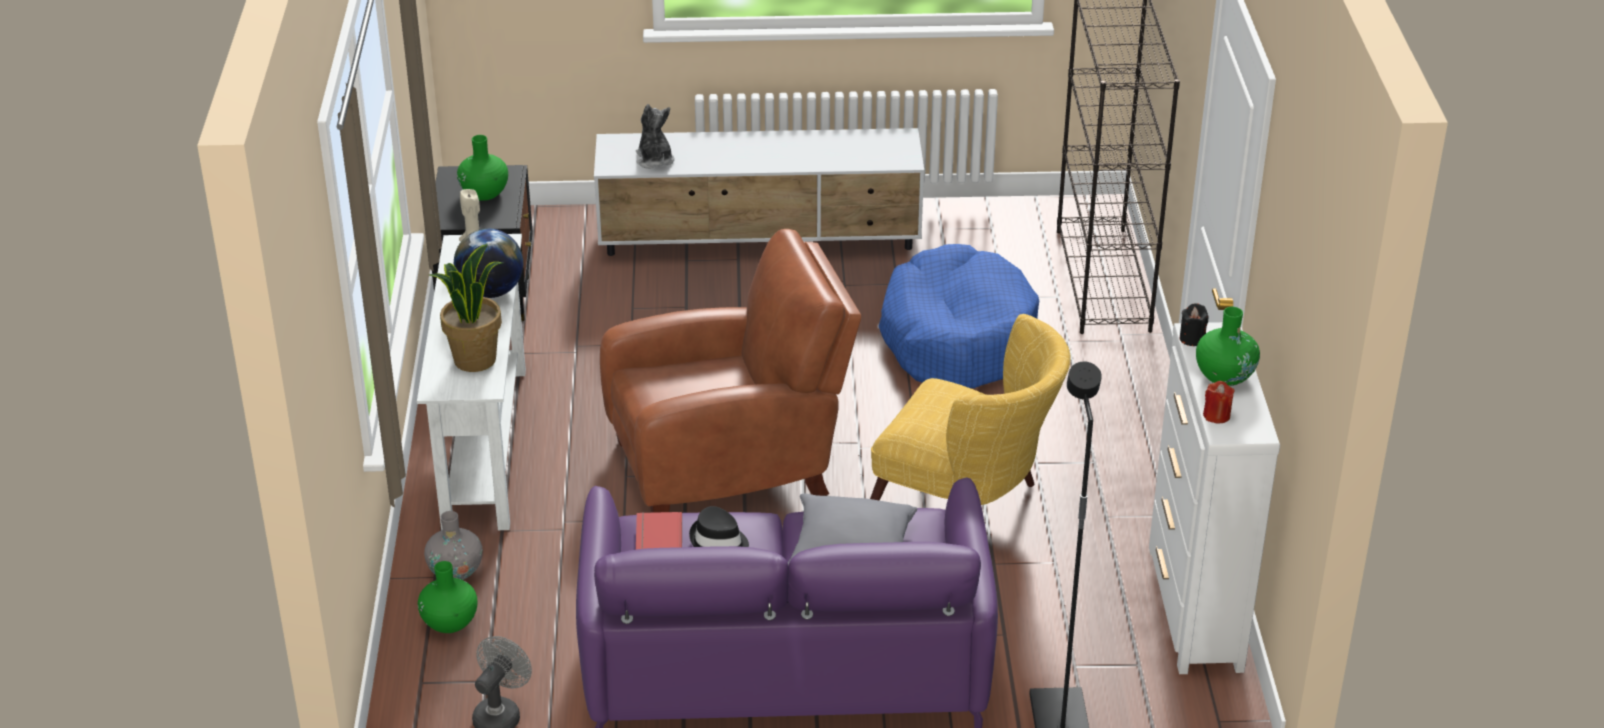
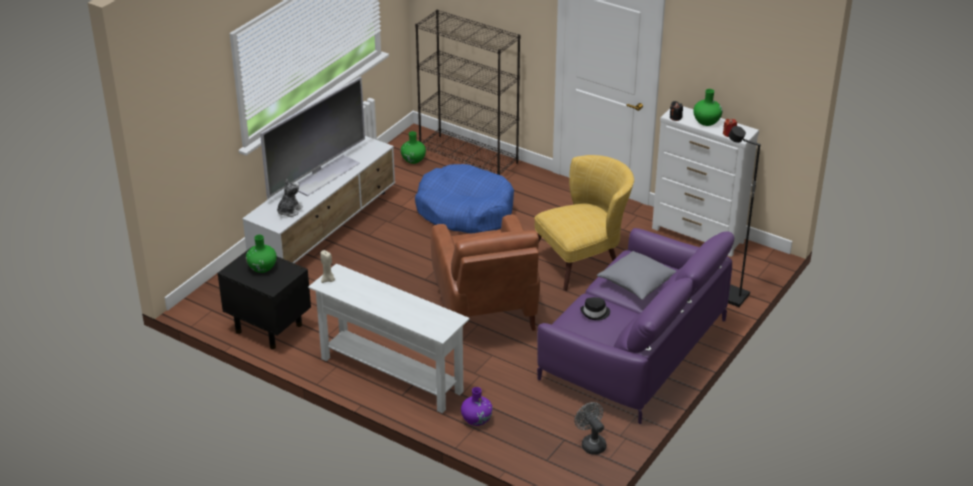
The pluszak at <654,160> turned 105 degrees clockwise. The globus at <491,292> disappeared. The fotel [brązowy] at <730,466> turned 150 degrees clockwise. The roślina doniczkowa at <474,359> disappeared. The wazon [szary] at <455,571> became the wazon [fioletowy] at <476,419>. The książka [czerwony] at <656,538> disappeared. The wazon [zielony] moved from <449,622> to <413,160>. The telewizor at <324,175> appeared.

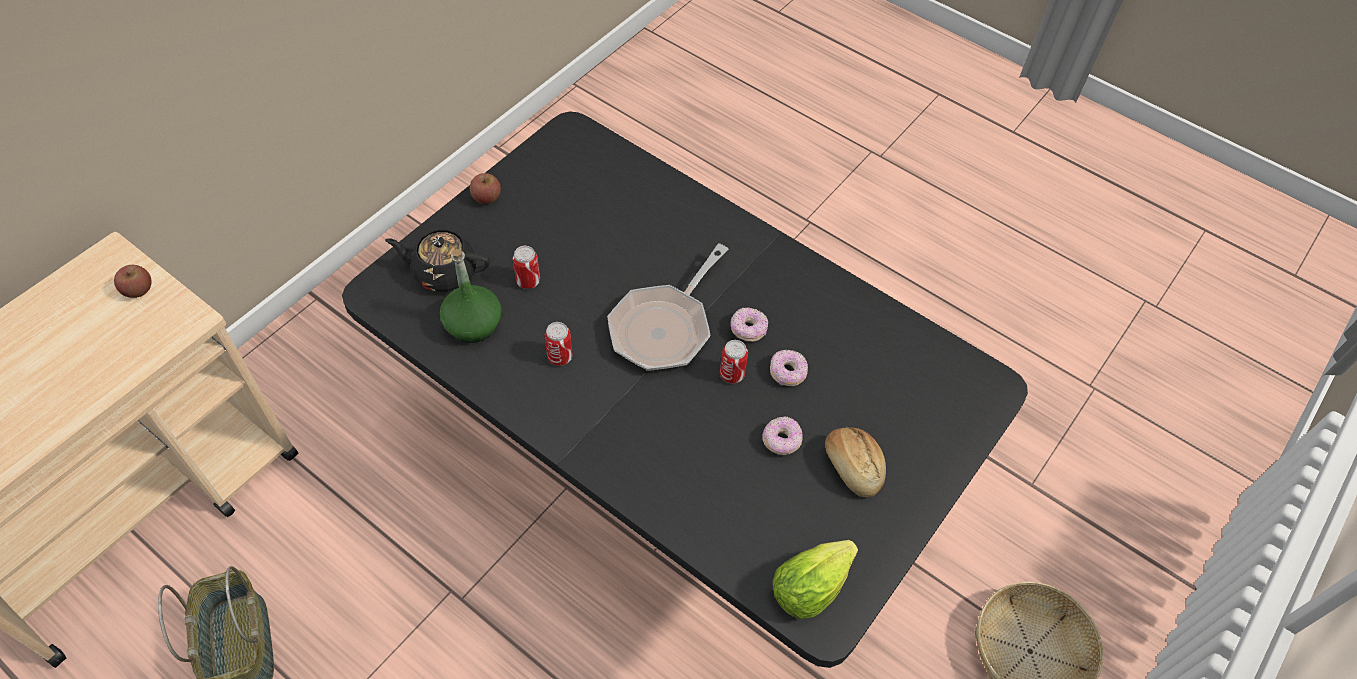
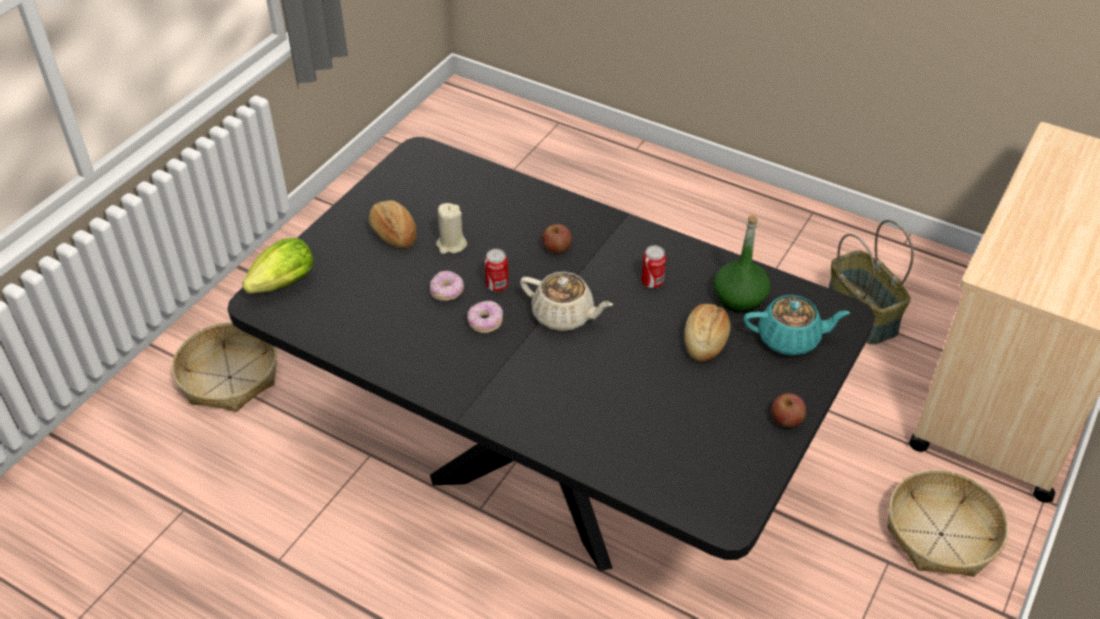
The imbryk [czarny] at <444,272> became the imbryk [turkusowy] at <790,339>. The patelnia at <664,327> was replaced by the imbryk [beżowy] at <564,316>. The puszka at <528,281> was replaced by the chleb at <706,340>. The jabłko moved from <138,290> to <557,248>. The donut at <781,440> was replaced by the świeca [beżowy] at <451,244>. The sałata moved from <814,584> to <280,286>. The koszyk at <941,534> appeared.

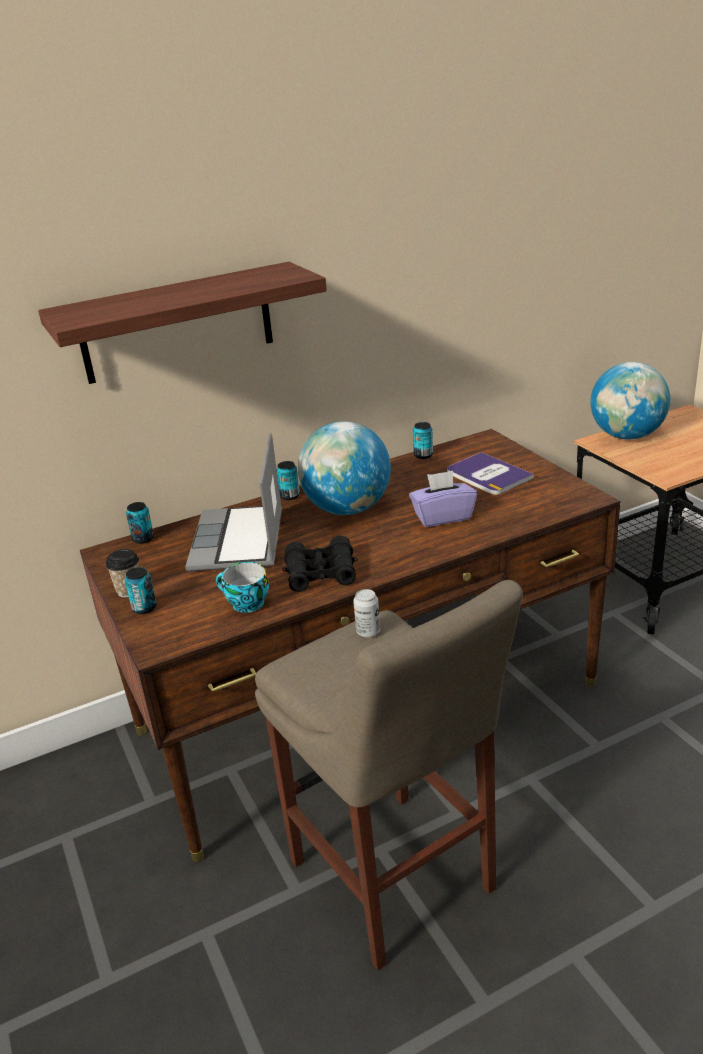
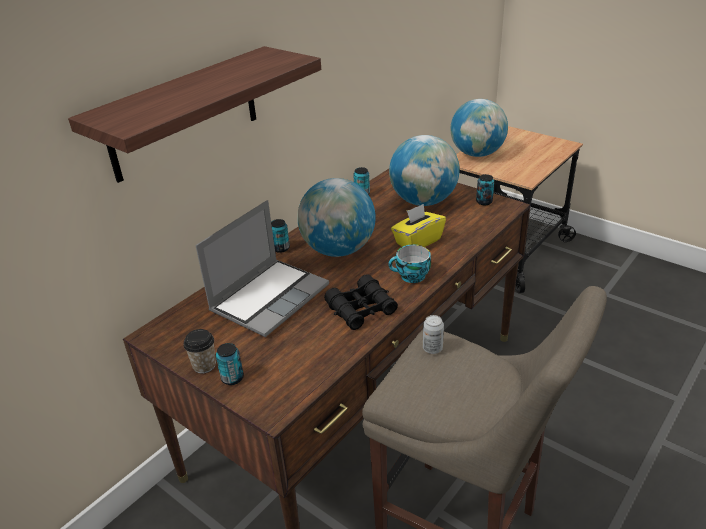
The laptop at <239,541> turned 120 degrees counterclockwise. The książka at <488,475> was replaced by the globus at <423,201>. The pudełko chusteczek [fioletowy] at <442,517> became the pudełko chusteczek [żółty] at <417,241>. The puszka moved from <143,539> to <484,202>. The filiżanka moved from <245,604> to <411,277>.

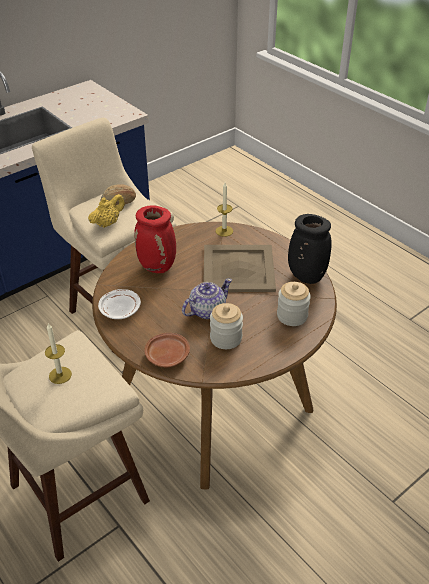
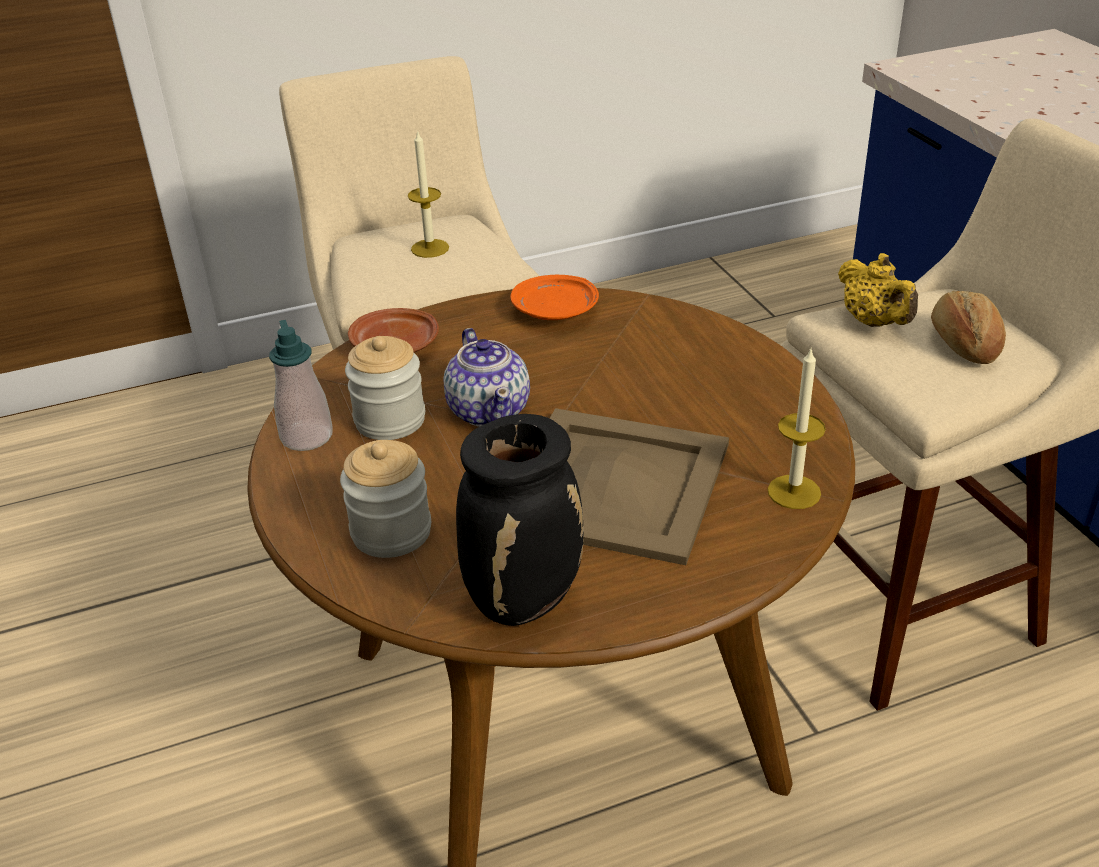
The wazon [czerwony] at <158,267> disappeared. The talerz [biały] at <120,309> became the talerz [pomarańczowy] at <556,311>. The dozownik mydła at <307,437> appeared.

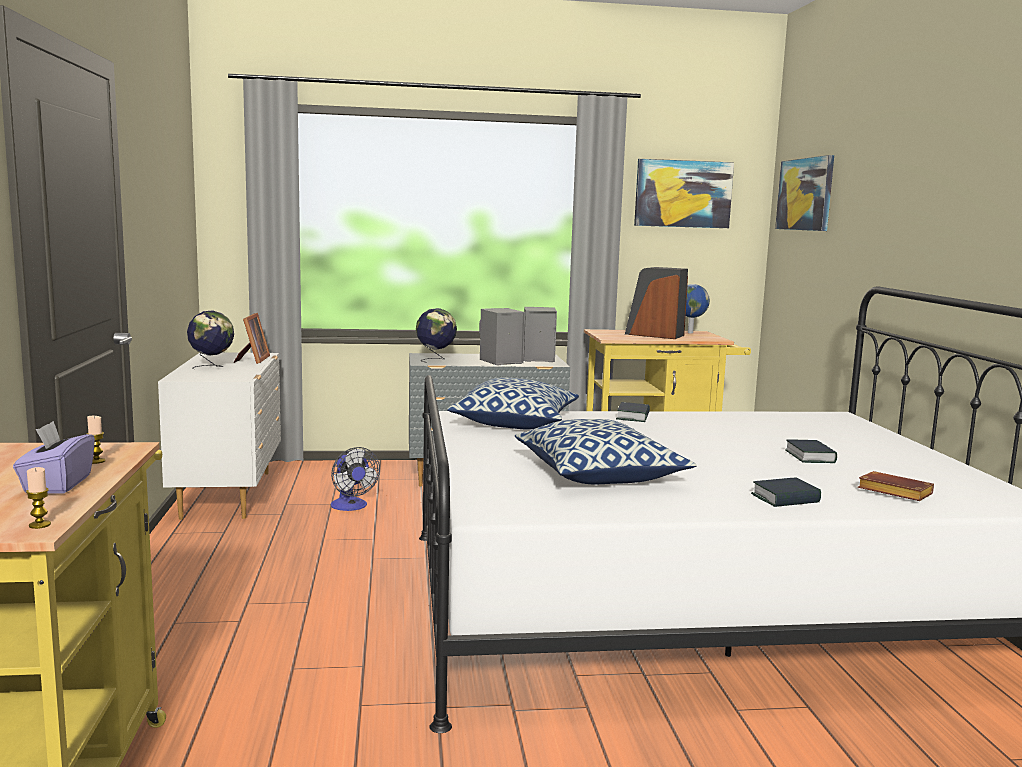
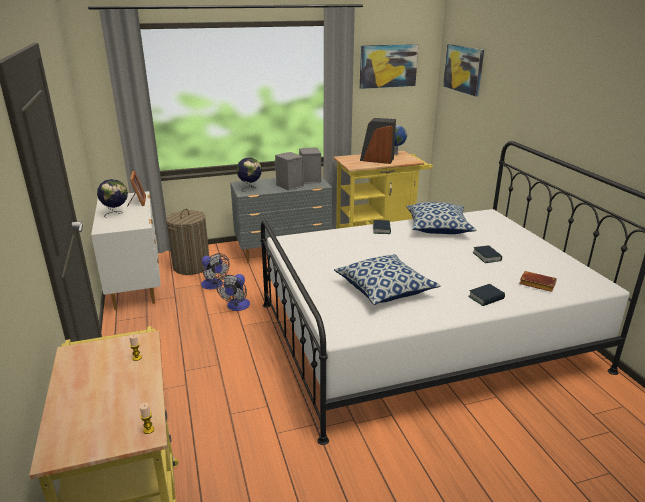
The poduszka moved from <515,423> to <438,228>. The pudełko chusteczek [fioletowy] at <57,484> disappeared. The kosz na pranie at <191,266> appeared. The wentylator at <237,307> appeared.

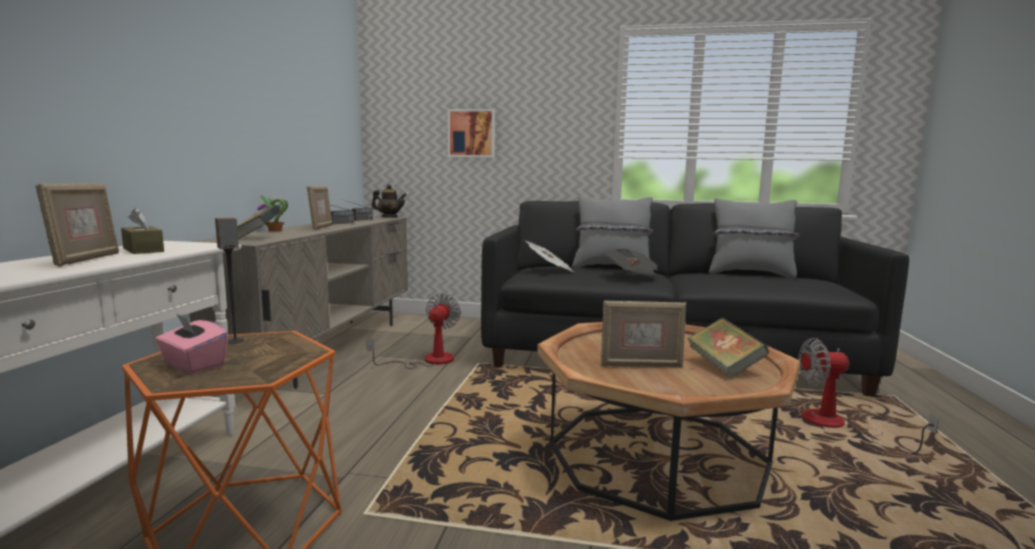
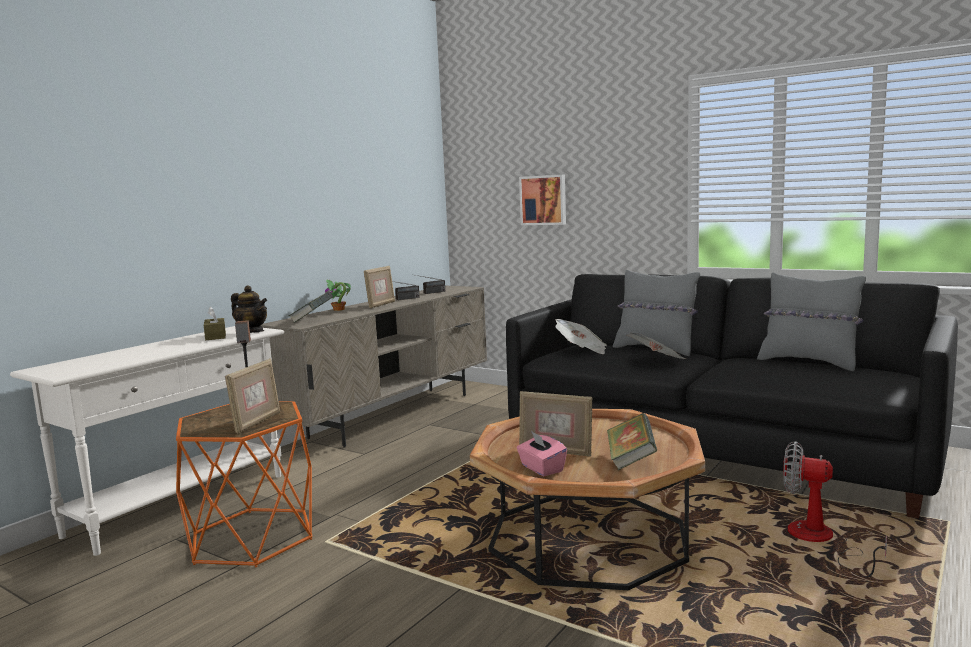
The ramka na zdjęcie moved from <85,259> to <256,422>. The imbryk moved from <389,217> to <252,331>. The wentylator at <428,361> disappeared. The pudełko chusteczek [różowy] moved from <193,365> to <541,468>.

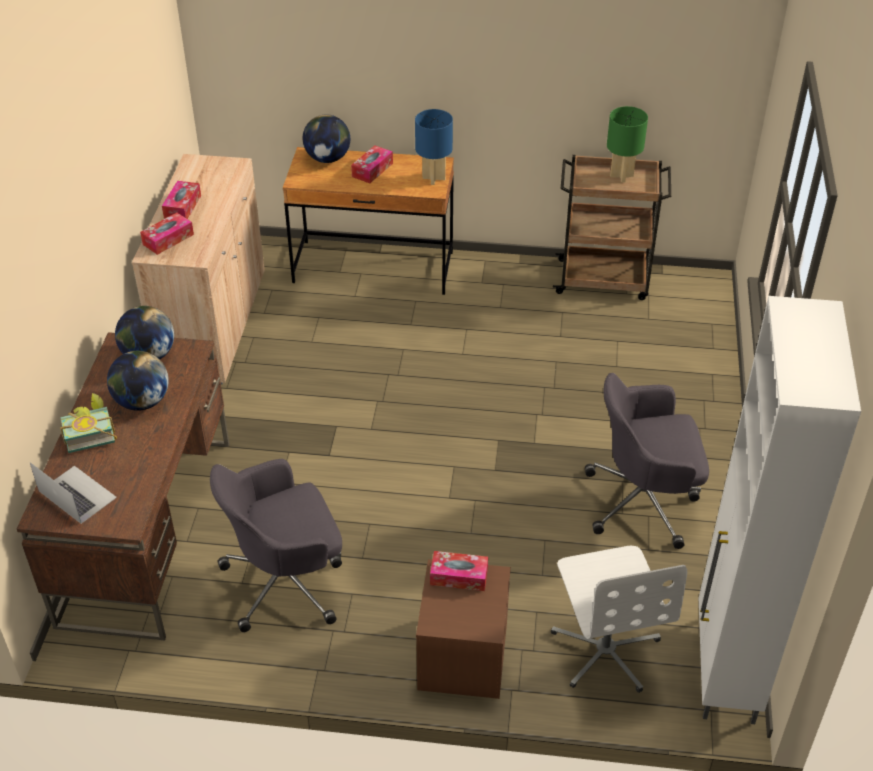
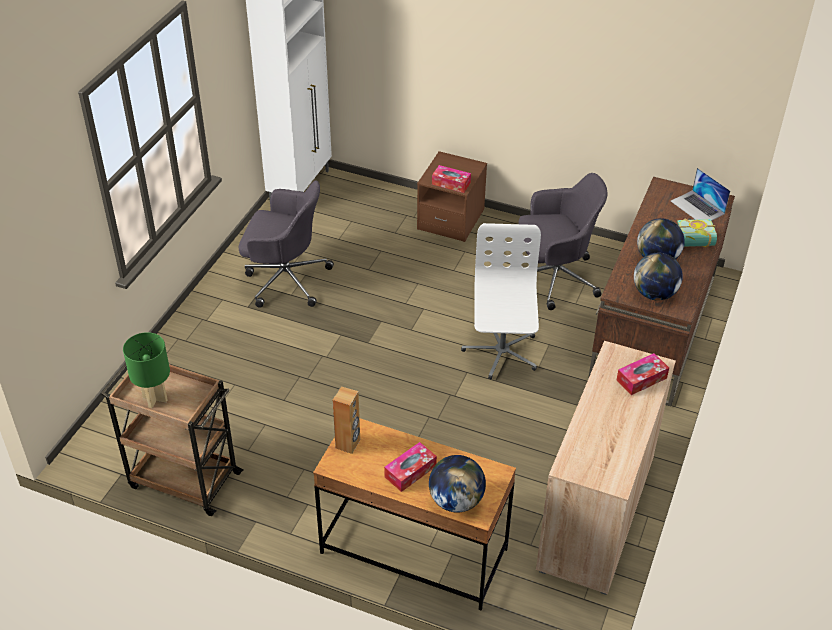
The lampa stołowa [niebieski] at <434,178> was replaced by the głośnik [brązowy] at <348,444>. The pudełko chusteczek at <182,207> disappeared. The krzesło biurowe [biały] moved from <606,650> to <501,352>.

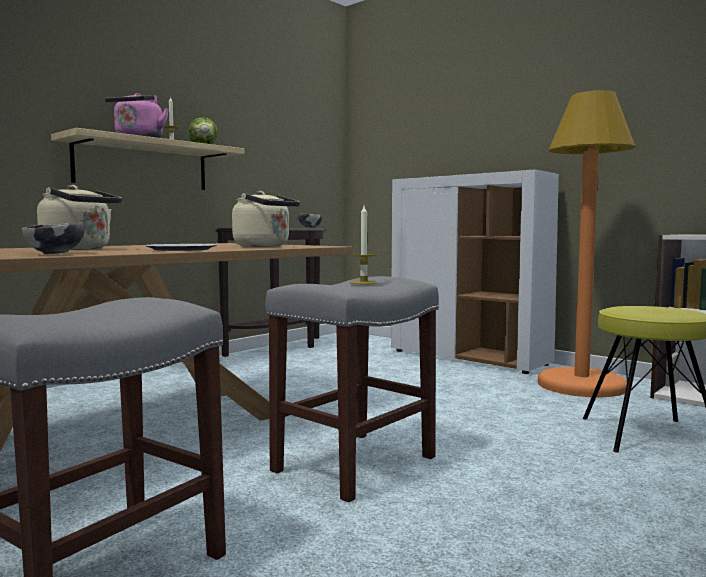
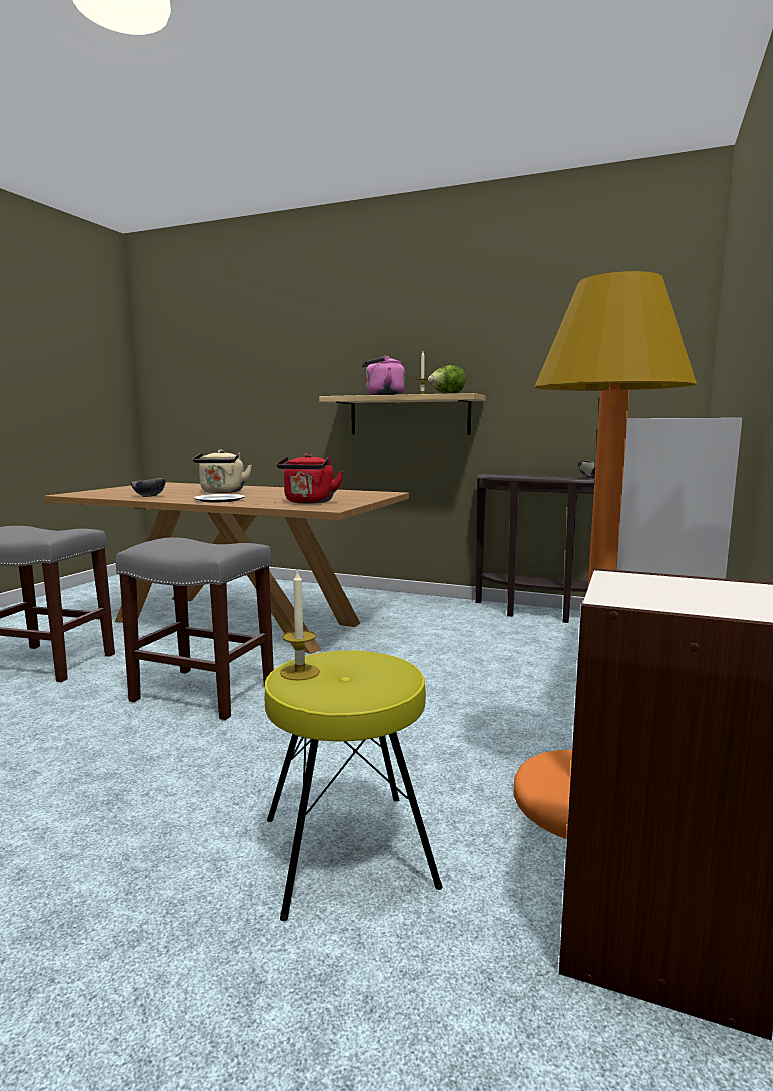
The czajnik [beżowy] at <265,246> became the czajnik [czerwony] at <309,502>. The świeca moved from <363,283> to <300,672>.

